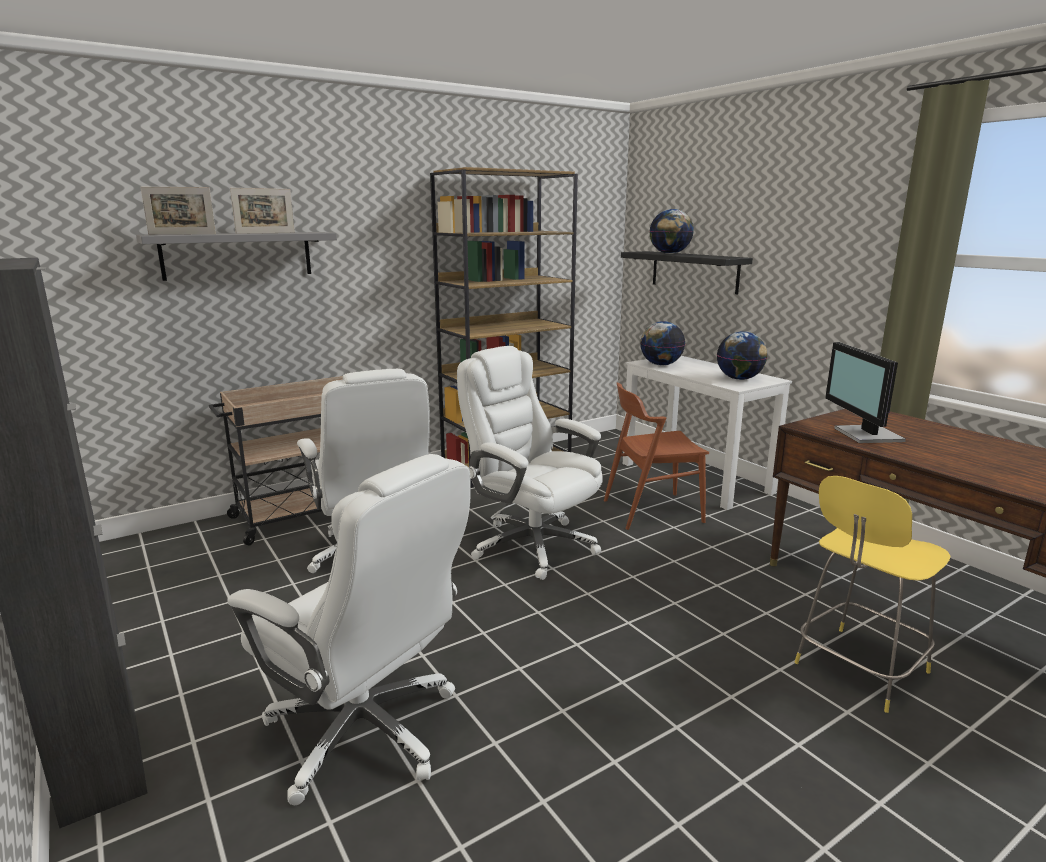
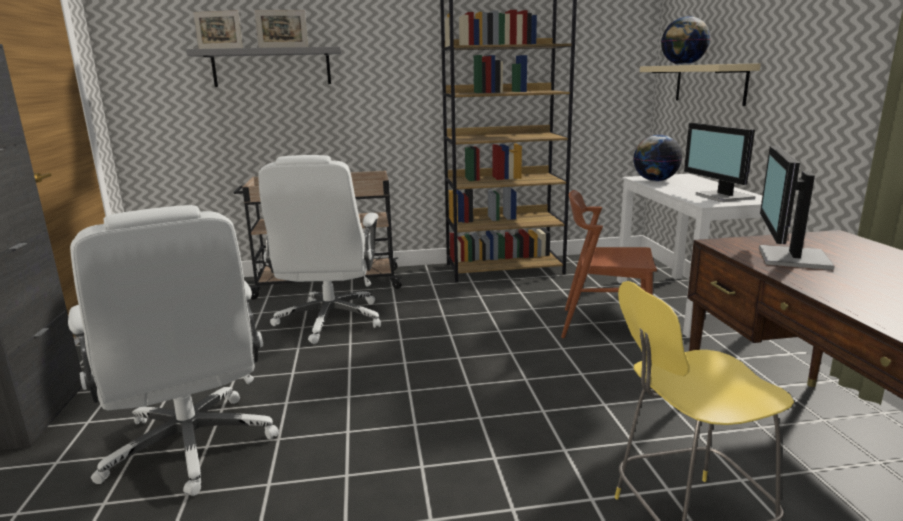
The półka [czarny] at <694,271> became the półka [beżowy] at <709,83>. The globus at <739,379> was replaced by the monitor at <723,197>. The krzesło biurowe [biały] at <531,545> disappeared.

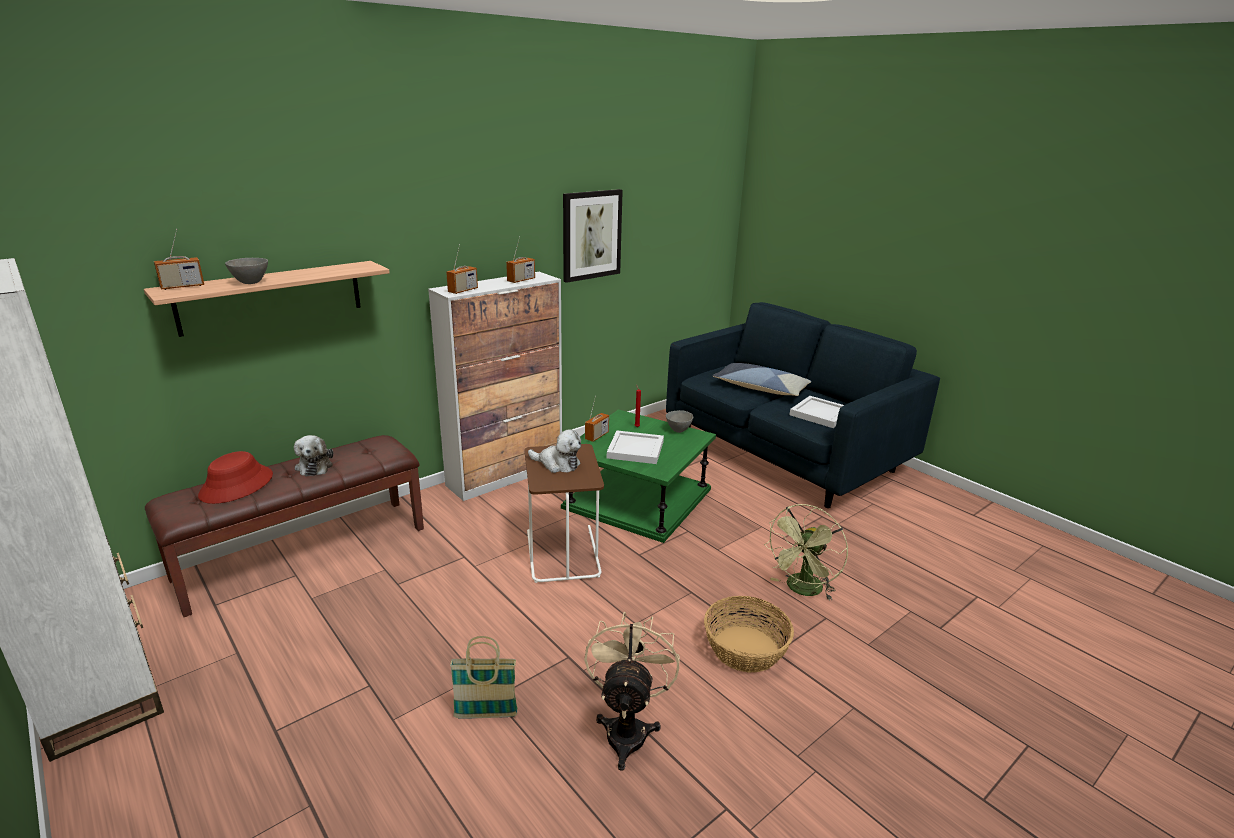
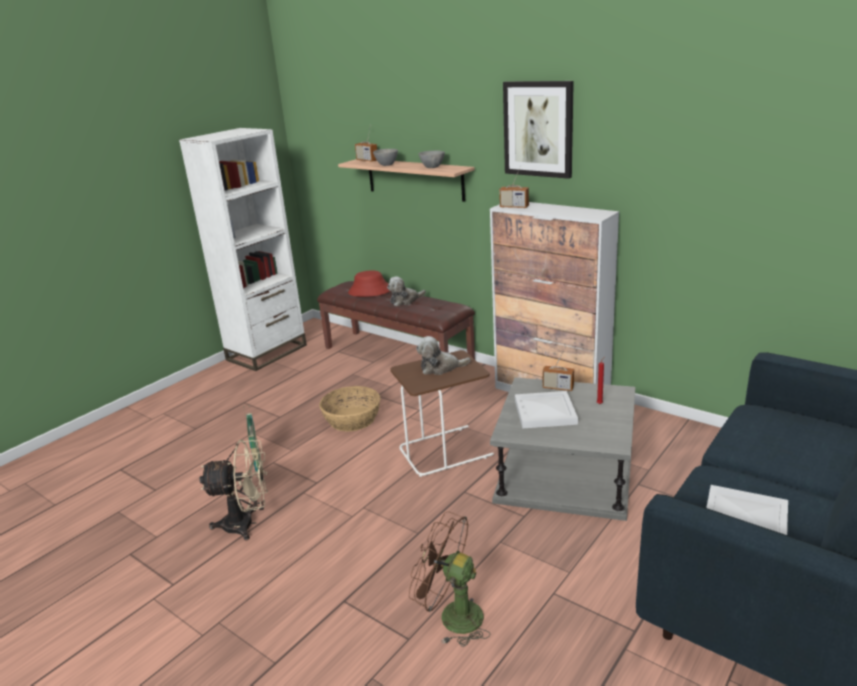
The obraz moved from <591,235> to <538,129>. The radio at <521,280> disappeared. The poduszka at <760,388> disappeared. The stolik [zielony] at <637,498> became the stolik [szary] at <565,473>. The miska [szary] moved from <678,430> to <432,167>. The pluszak at <557,464> turned 75 degrees clockwise. The wentylator [zielony] at <802,590> became the wentylator [brązowy] at <452,616>. The koszyk moved from <744,649> to <352,419>.

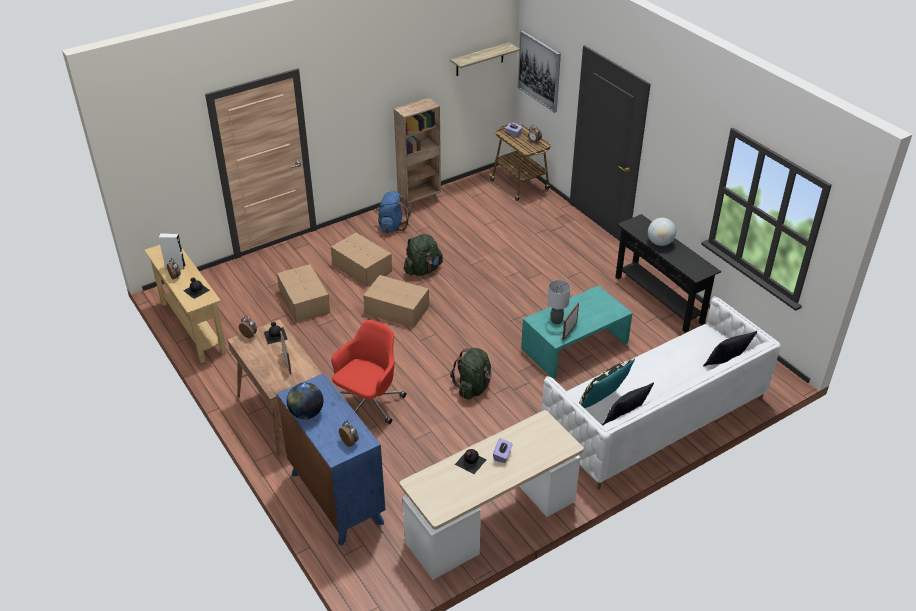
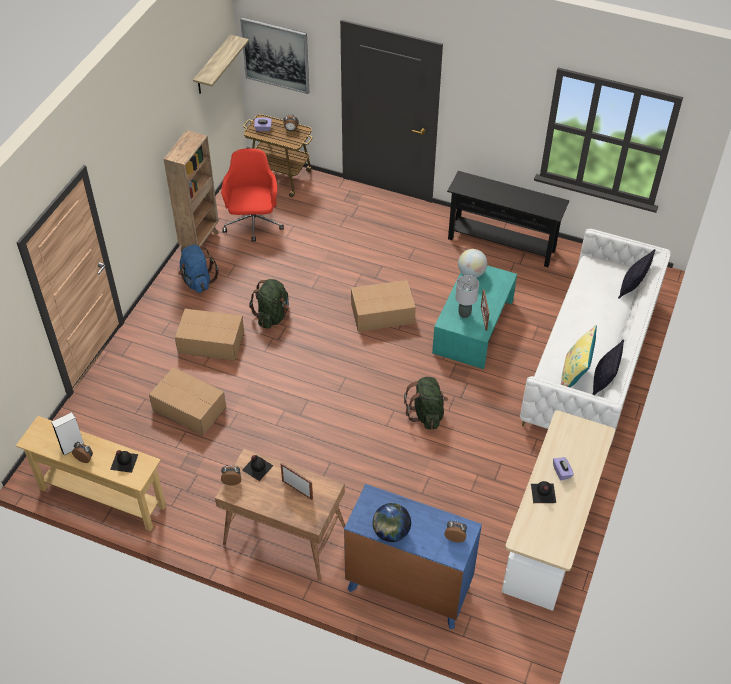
The globus moved from <660,243> to <471,273>. The karton moved from <397,310> to <383,314>. The krzesło biurowe [czerwony] moved from <368,404> to <253,223>. The poduszka [czarny] at <602,403> became the poduszka [żółty] at <574,376>.

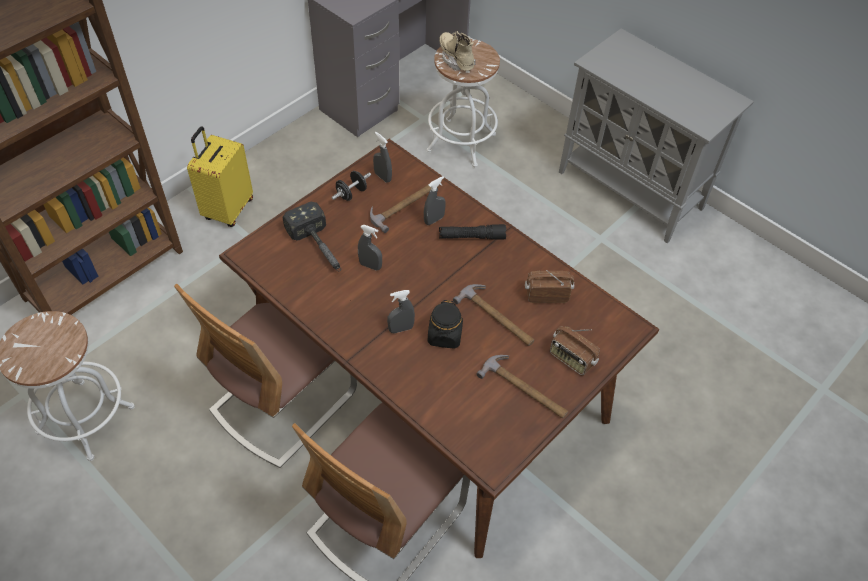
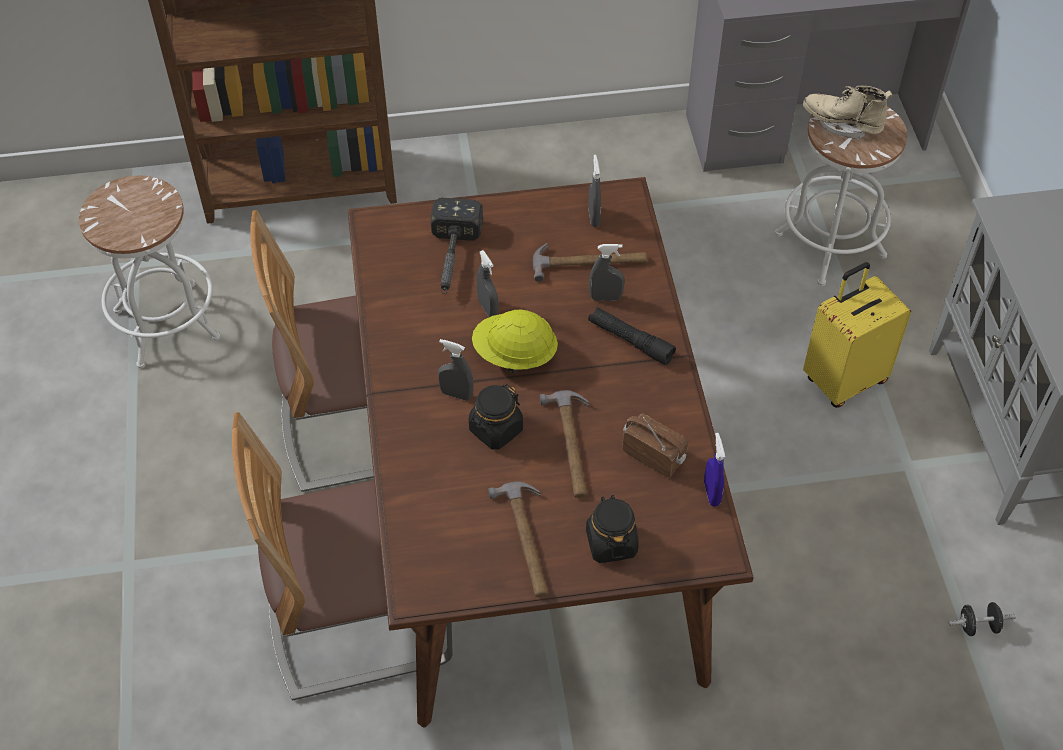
The but z cholewką [beżowy] at <456,59> turned 75 degrees counterclockwise. The walizka [żółty] moved from <227,209> to <843,379>. The hantel [czarny] moved from <351,193> to <978,626>. The radio at <571,359> was replaced by the słoik [czarny] at <611,542>. The kask [żółty] at <514,355> appeared. The spryskiwacz [niebieski] at <711,493> appeared.

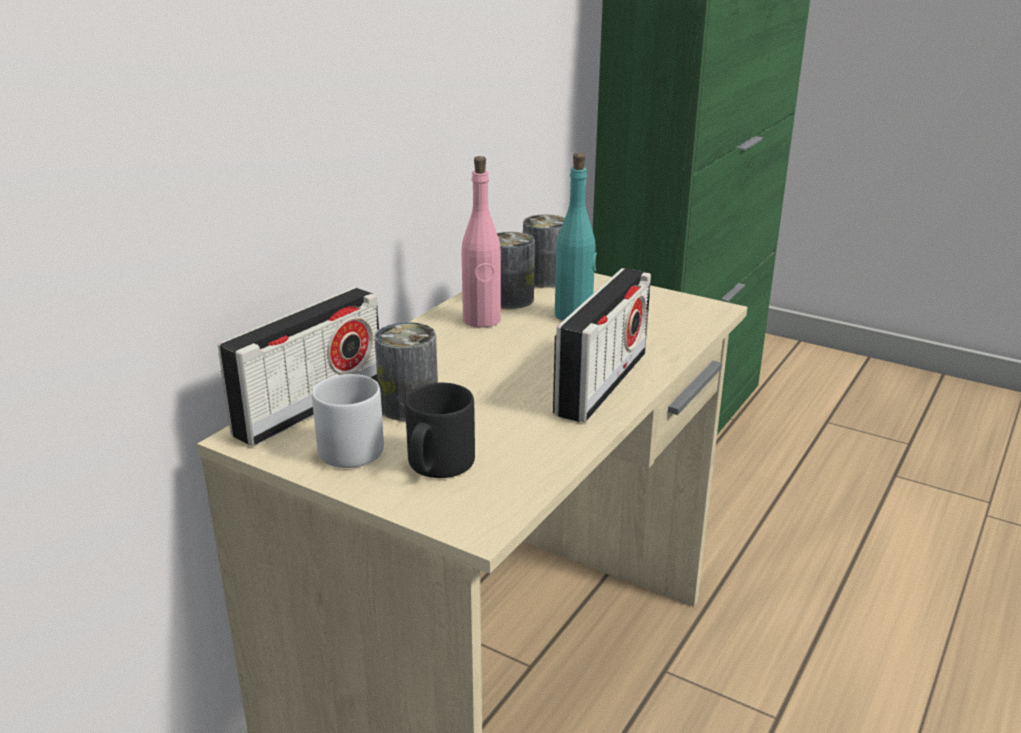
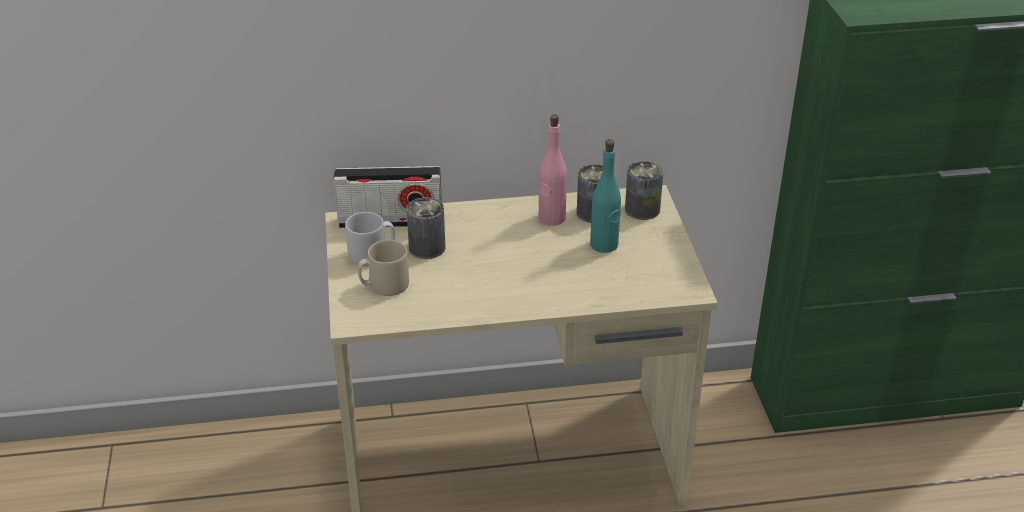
The radio at <601,383> disappeared. The kubek [czarny] at <437,466> became the kubek [beżowy] at <384,285>.

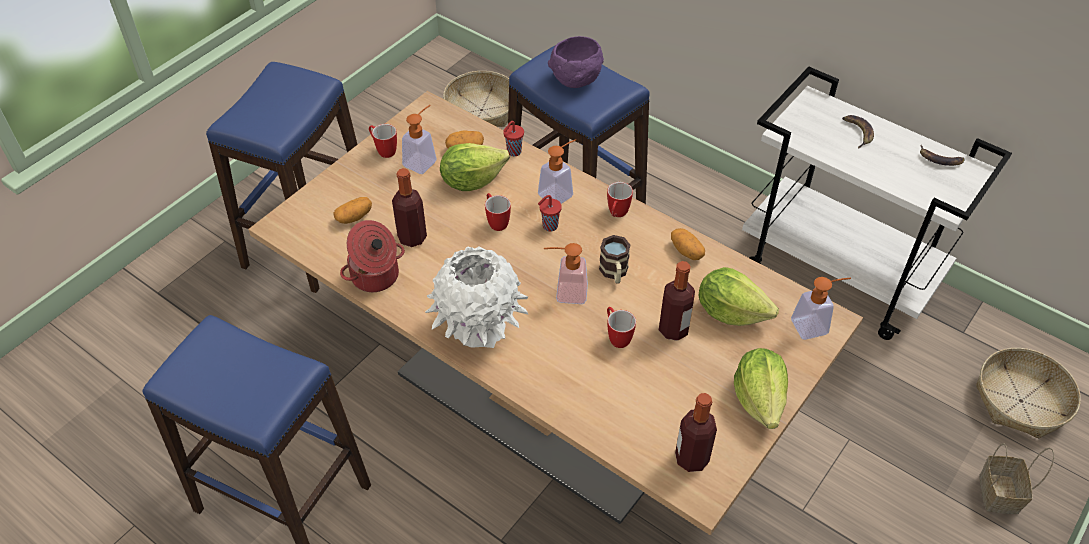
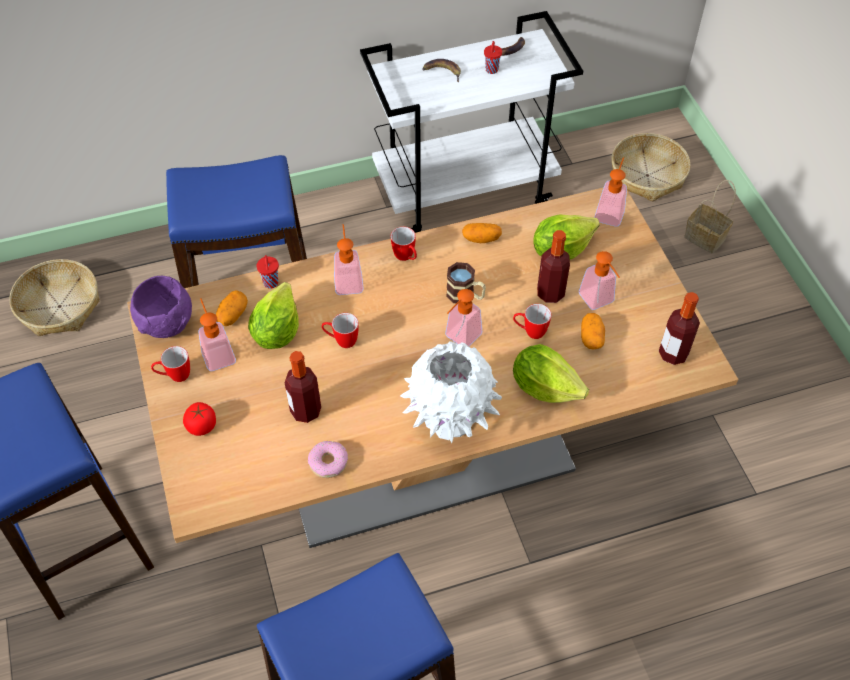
The miska [fioletowy] moved from <576,80> to <167,323>. The filiżanka [czerwony] moved from <549,226> to <491,70>. The ziemniak moved from <354,217> to <591,337>. The garnek at <375,276> was replaced by the donut at <328,462>. The sałata moved from <759,399> to <545,387>. The dozownik mydła at <599,302> appeared. The pomidor at <202,426> appeared.

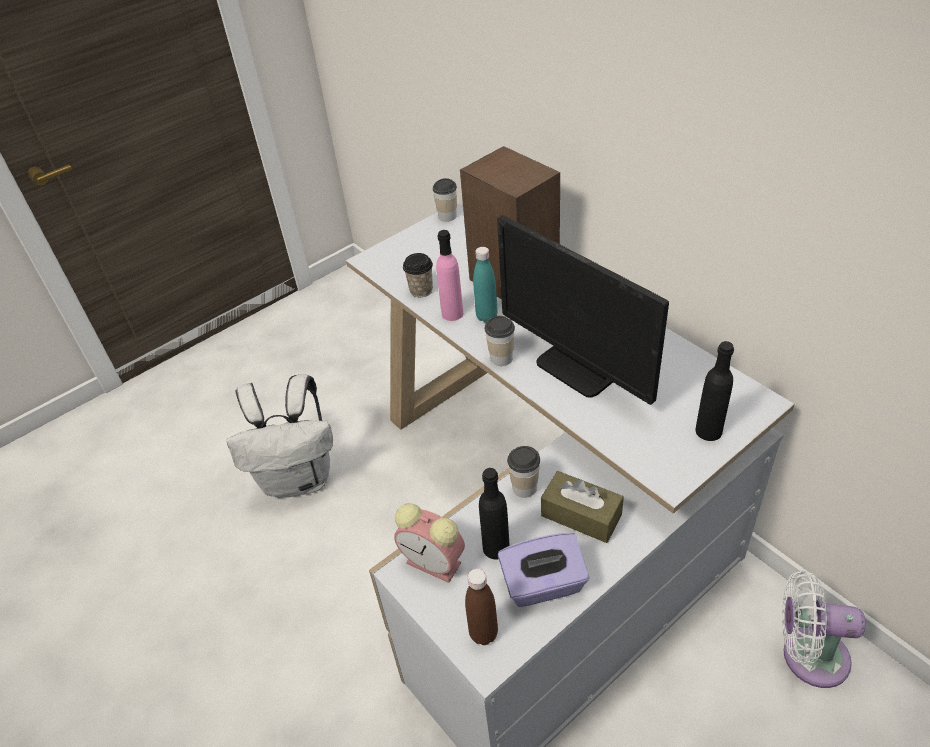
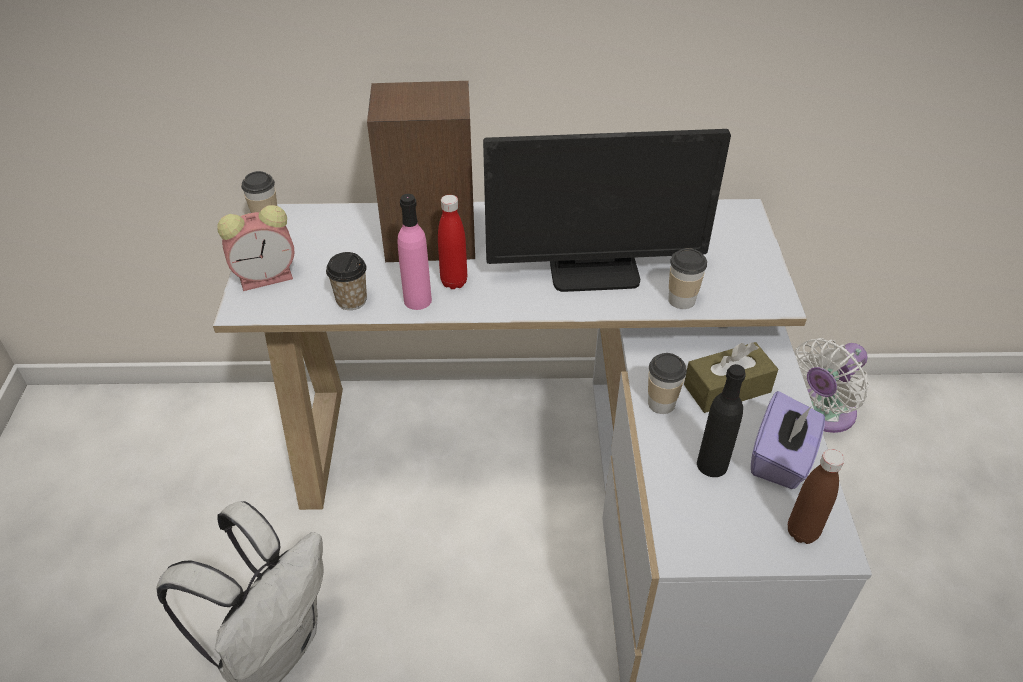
The butelka [turkusowy] at <486,316> became the butelka [czerwony] at <454,282>. The filiżanka moved from <501,358> to <681,300>. The butelka [czarny] at <708,431> disappeared. The budzik moved from <436,563> to <268,276>.

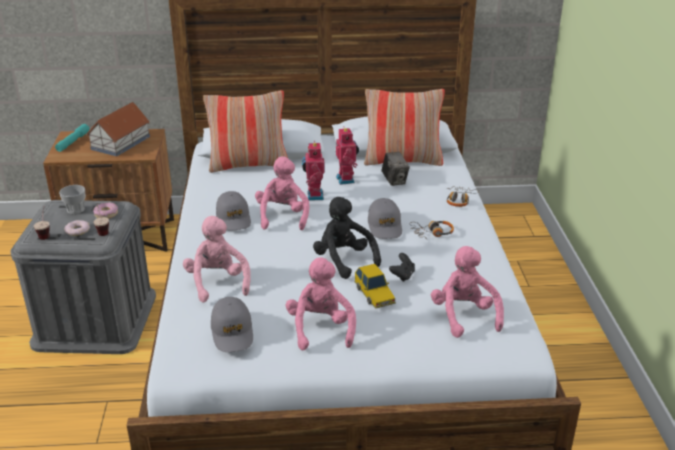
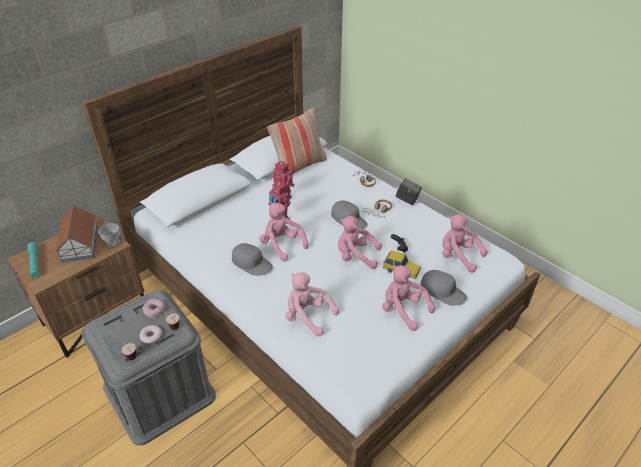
The poduszka at <248,164> disappeared. The aparat fotograficzny moved from <394,180> to <407,200>. The filiżanka moved from <76,210> to <112,242>. The pluszak [czarny] at <344,260> became the pluszak [różowy] at <355,256>. The czapka z daszkiem [szary] moved from <232,332> to <442,291>.

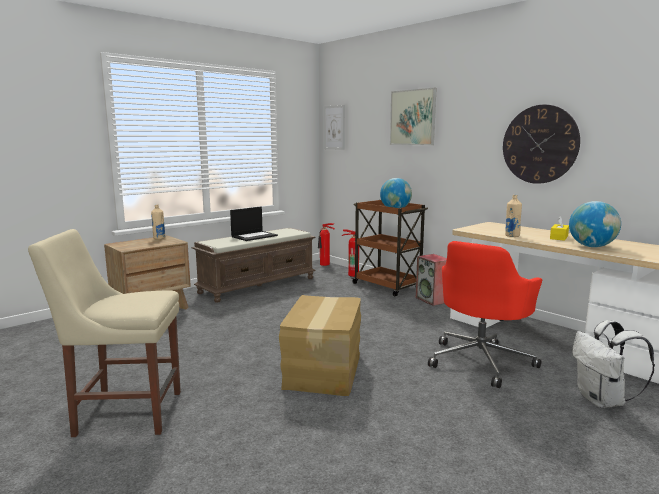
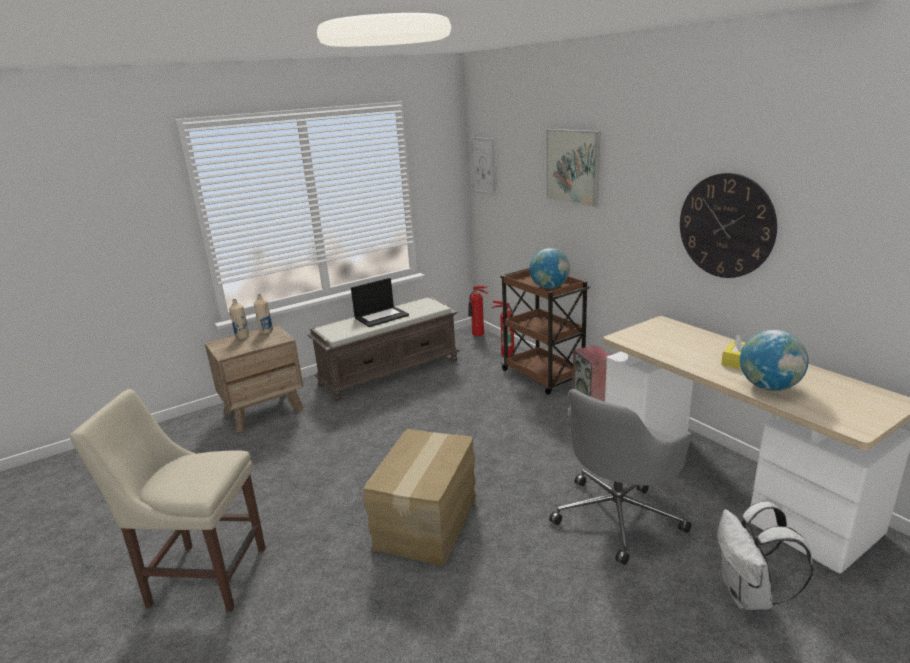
The butelka [beżowy] moved from <512,236> to <242,337>. The krzesło biurowe [czerwony] at <481,361> became the krzesło biurowe [szary] at <618,515>.

